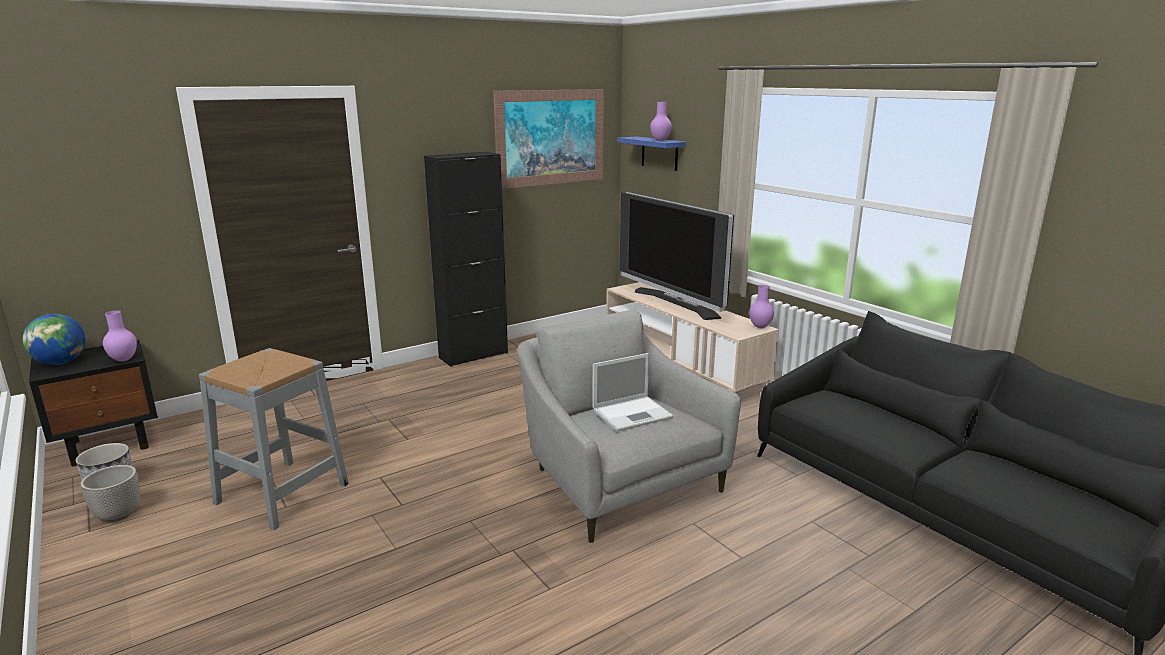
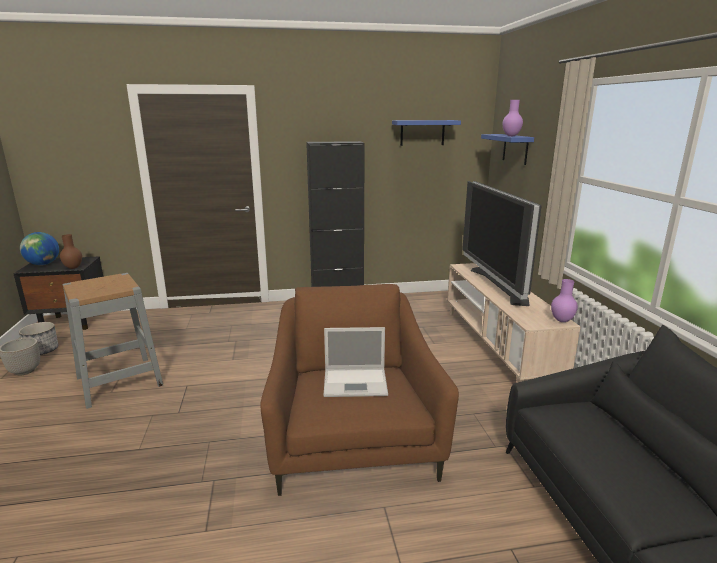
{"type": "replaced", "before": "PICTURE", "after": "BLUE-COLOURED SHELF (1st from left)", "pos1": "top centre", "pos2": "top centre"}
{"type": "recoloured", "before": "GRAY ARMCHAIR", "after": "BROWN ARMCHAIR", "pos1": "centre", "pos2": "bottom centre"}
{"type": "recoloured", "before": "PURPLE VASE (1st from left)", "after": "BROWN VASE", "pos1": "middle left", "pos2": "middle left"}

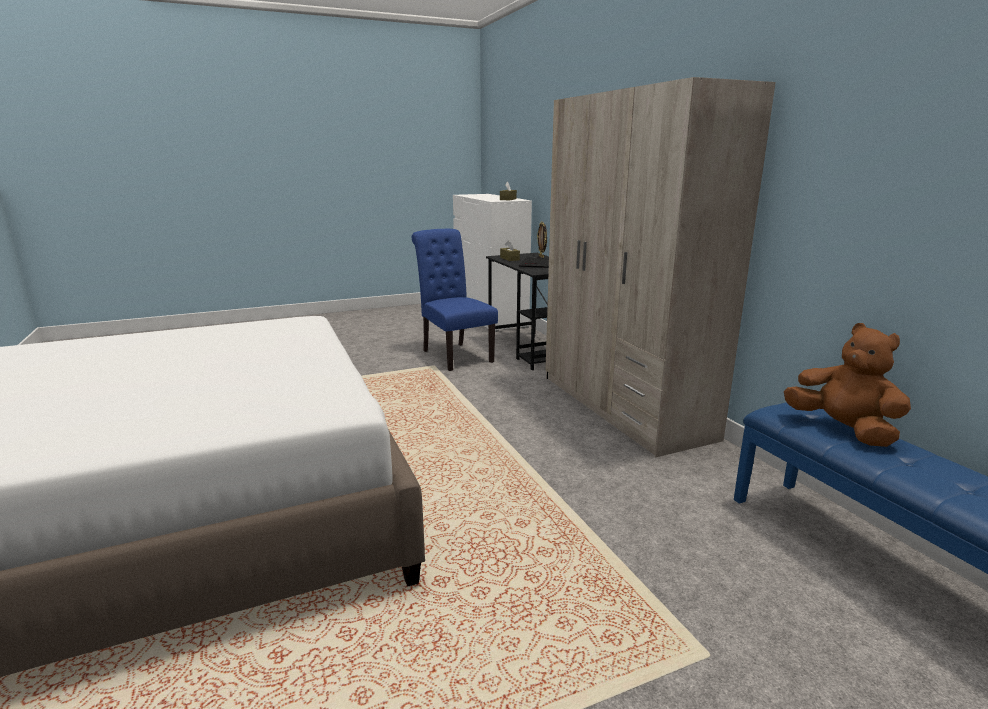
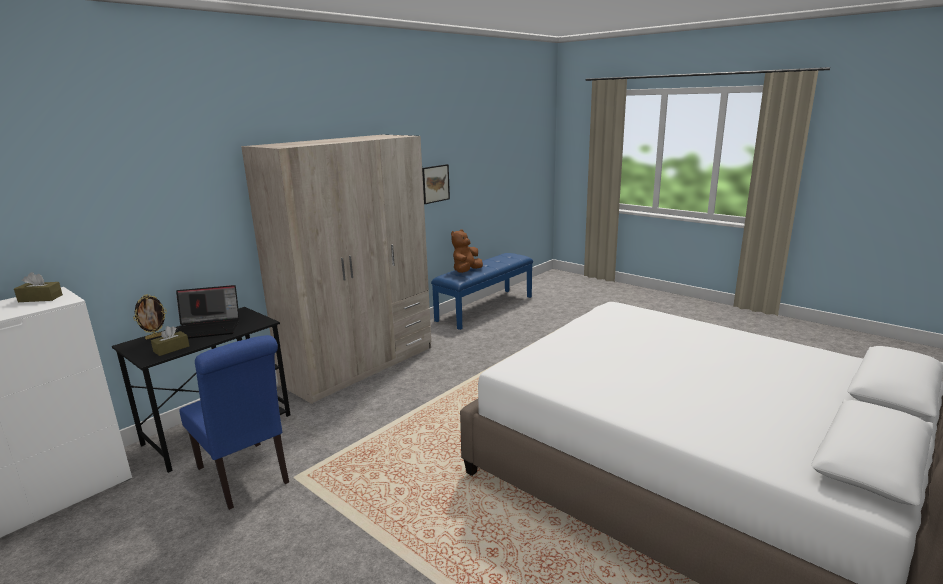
{"type": "turned", "before": "BLUE-COLOURED PLAIN CHAIR", "pos1": "centre", "pos2": "bottom left", "turn": -75}
{"type": "added", "after": "PICTURE", "pos2": "top centre"}

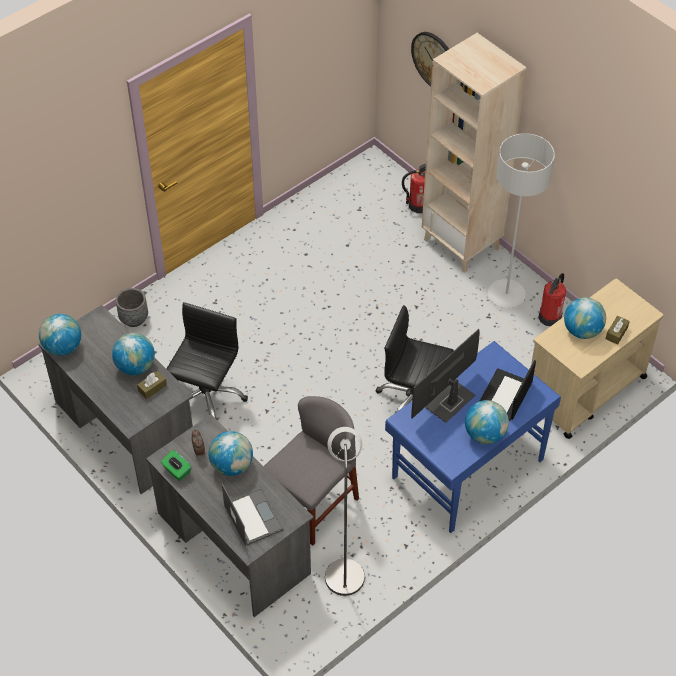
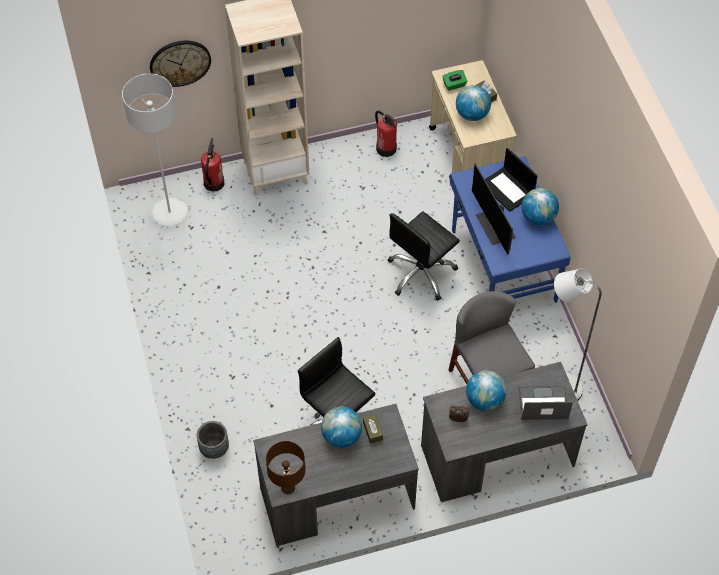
{"type": "moved", "before": "GRAY FLOOR LAMP (2nd from left in the first image)", "after": "GRAY FLOOR LAMP (1st from left)", "pos1": "top right", "pos2": "top left"}
{"type": "replaced", "before": "DESK GLOBE (1st from left)", "after": "BROWN LAMP FOR A TABLE", "pos1": "middle left", "pos2": "bottom centre"}
{"type": "moved", "before": "GREEN BOX OF TISSUES", "pos1": "bottom left", "pos2": "top centre"}

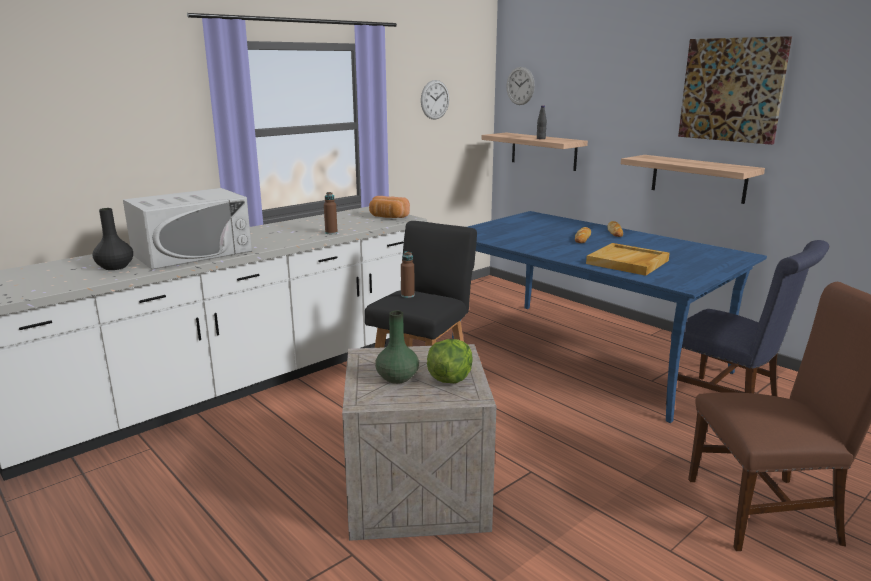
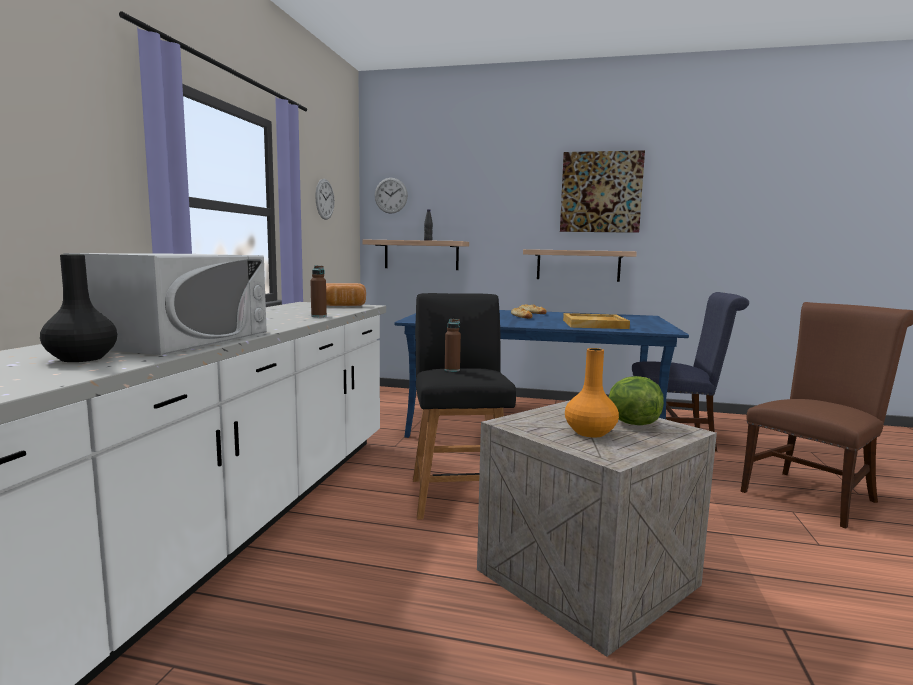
{"type": "recoloured", "before": "GREEN VASE", "after": "ORANGEY VASE", "pos1": "centre", "pos2": "centre"}

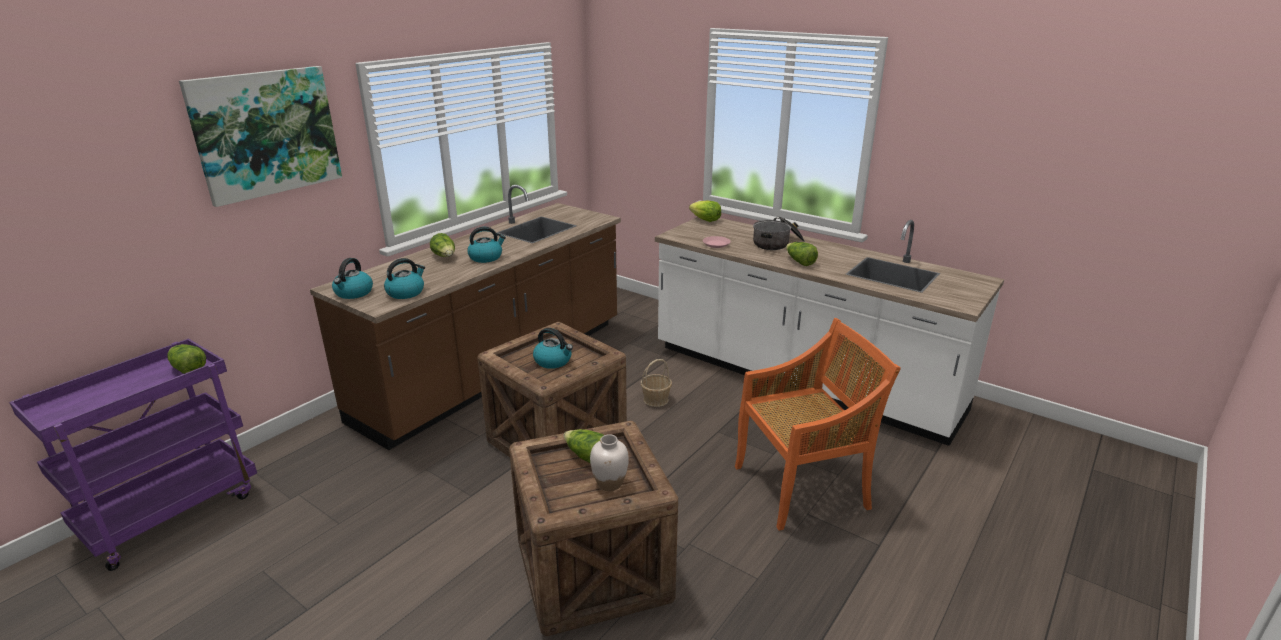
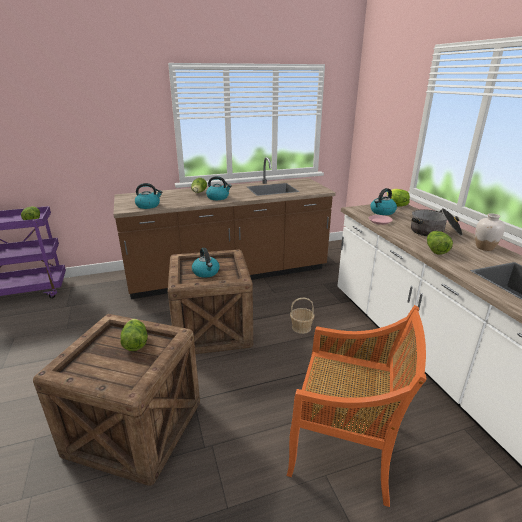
{"type": "removed", "before": "PICTURE", "pos1": "top left"}
{"type": "moved", "before": "WATER KETTLE (1st from left in the first image)", "after": "WATER KETTLE (4th from left)", "pos1": "middle left", "pos2": "middle right"}
{"type": "moved", "before": "WHITISH VASE", "pos1": "bottom centre", "pos2": "middle right"}

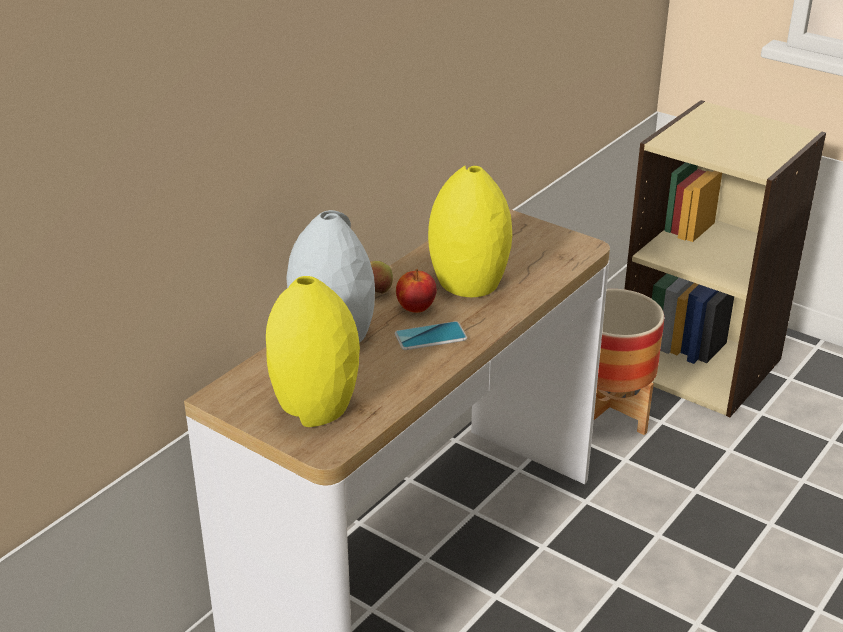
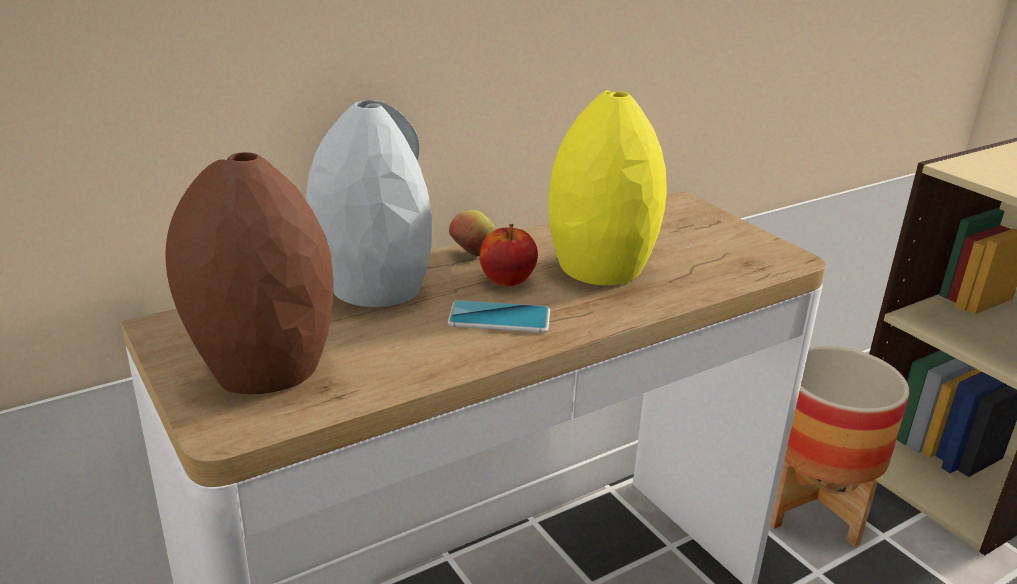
{"type": "recoloured", "before": "YELLOW-COLOURED VASE (1st from left)", "after": "BROWN VASE", "pos1": "centre", "pos2": "middle left"}

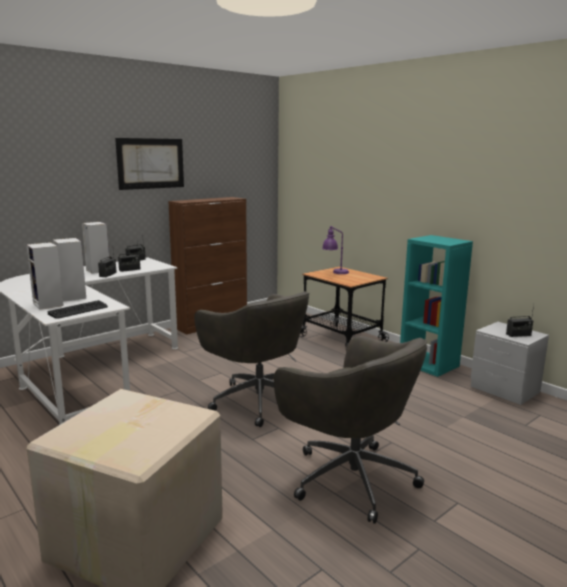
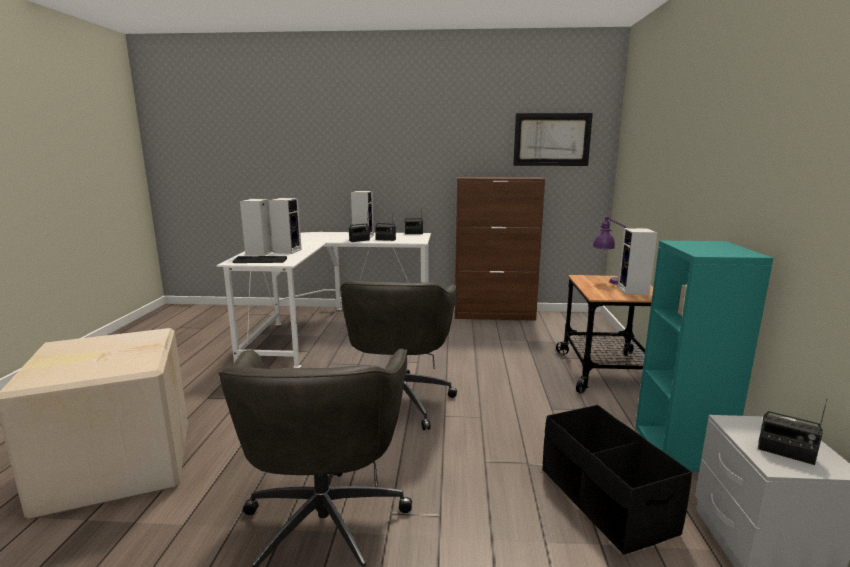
{"type": "moved", "before": "PICTURE", "pos1": "top left", "pos2": "top centre"}
{"type": "added", "after": "SPEAKER (4th from left)", "pos2": "middle right"}
{"type": "added", "after": "BLACKISH STORAGE BOX", "pos2": "bottom right"}

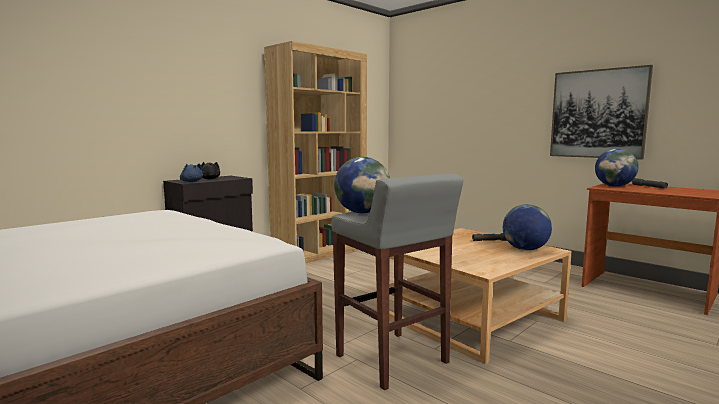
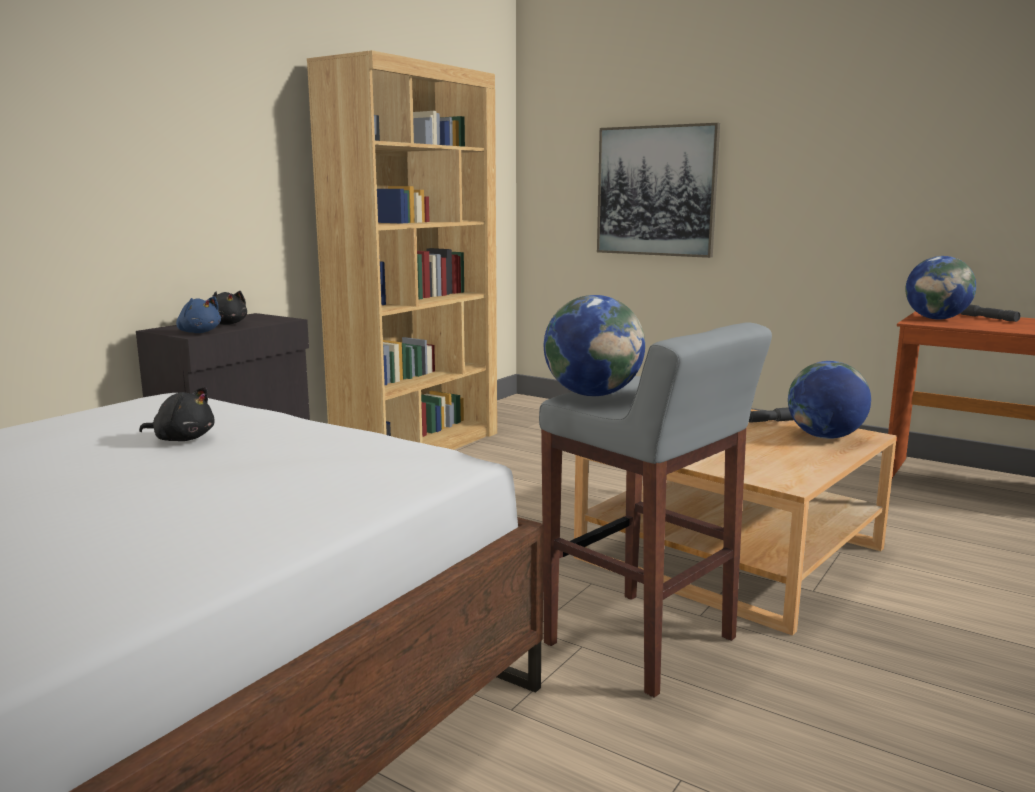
{"type": "moved", "before": "PICTURE", "pos1": "top right", "pos2": "top centre"}
{"type": "added", "after": "BLACKISH SOFT TOY (1st from left)", "pos2": "middle left"}

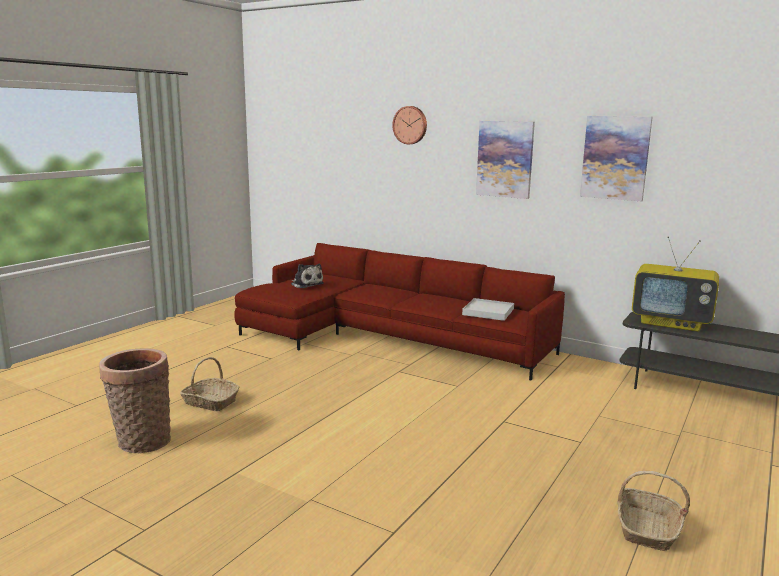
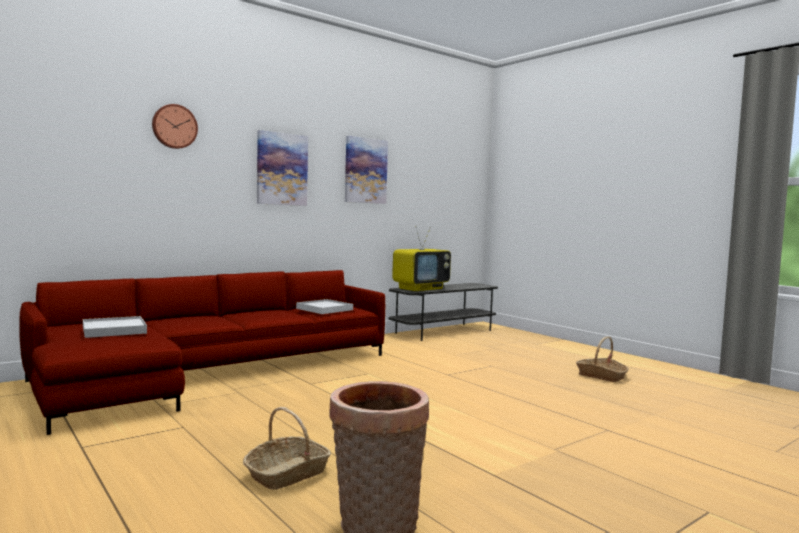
{"type": "replaced", "before": "SOFT TOY", "after": "WHITISH CARRYING TRAY (1st from left)", "pos1": "centre", "pos2": "middle left"}

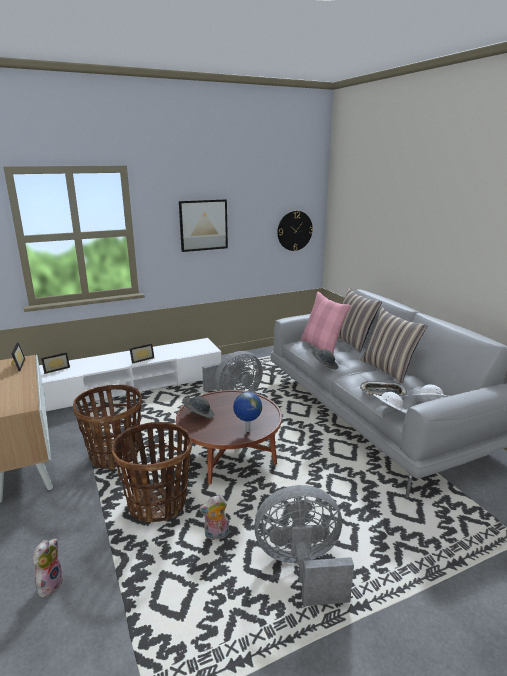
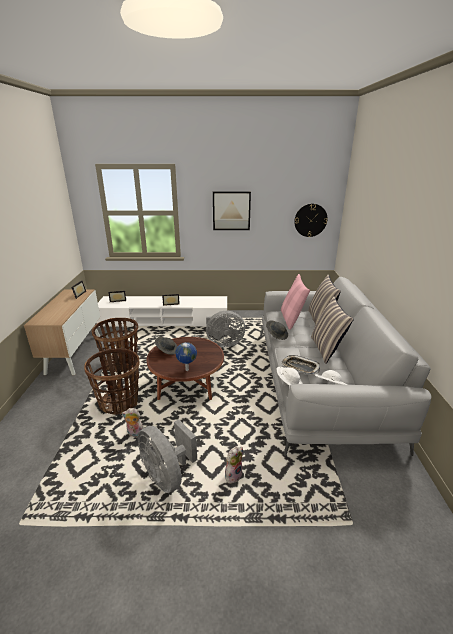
{"type": "turned", "before": "GRAY COOLING FAN (2nd from left in the first image)", "pos1": "bottom centre", "pos2": "bottom centre", "turn": -150}
{"type": "moved", "before": "SOFT TOY (1st from left in the first image)", "after": "SOFT TOY (2nd from left)", "pos1": "bottom left", "pos2": "bottom centre"}

